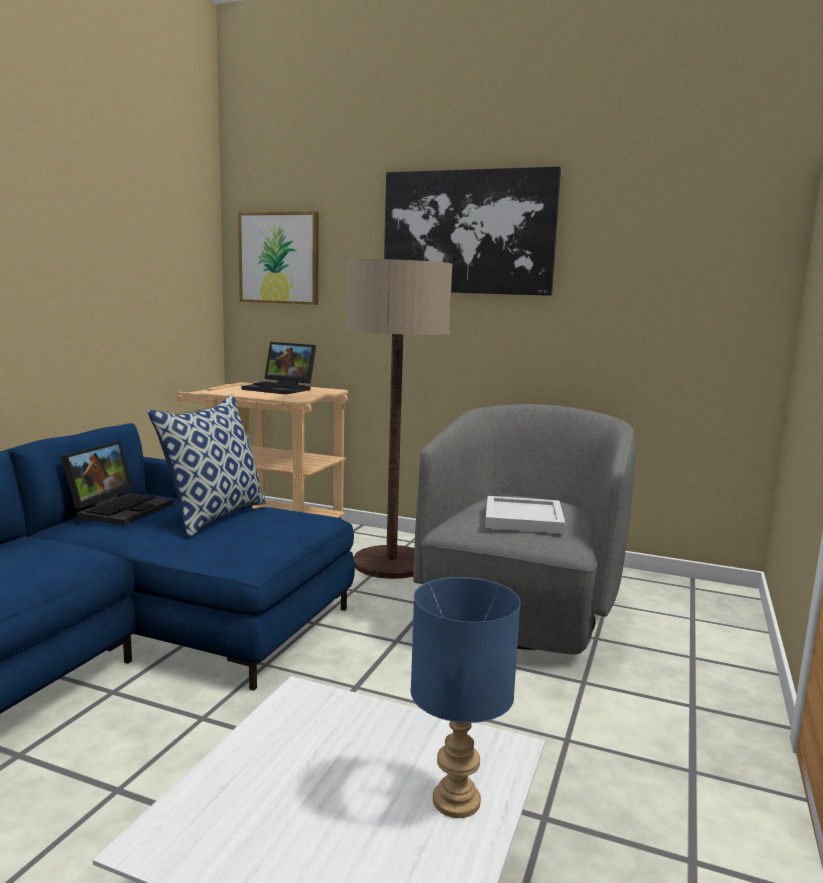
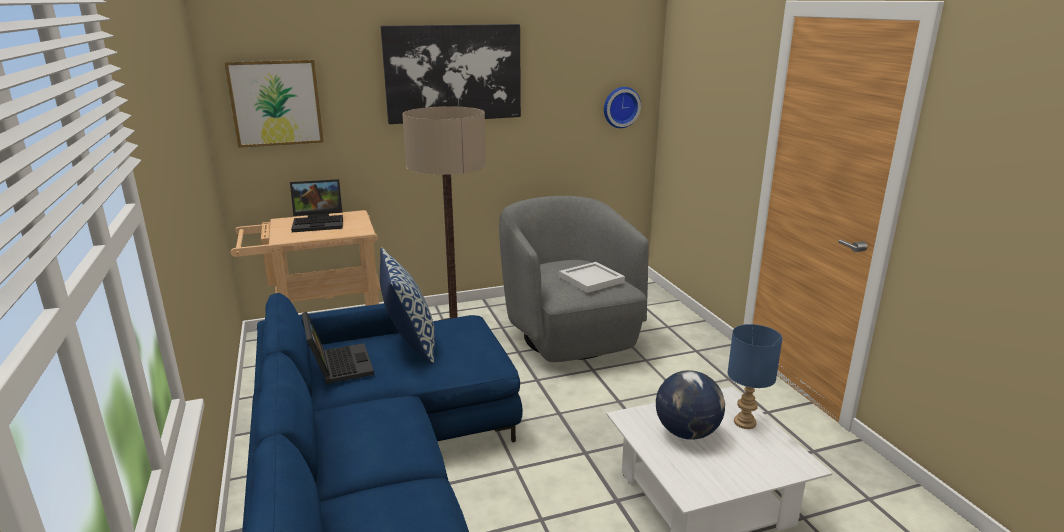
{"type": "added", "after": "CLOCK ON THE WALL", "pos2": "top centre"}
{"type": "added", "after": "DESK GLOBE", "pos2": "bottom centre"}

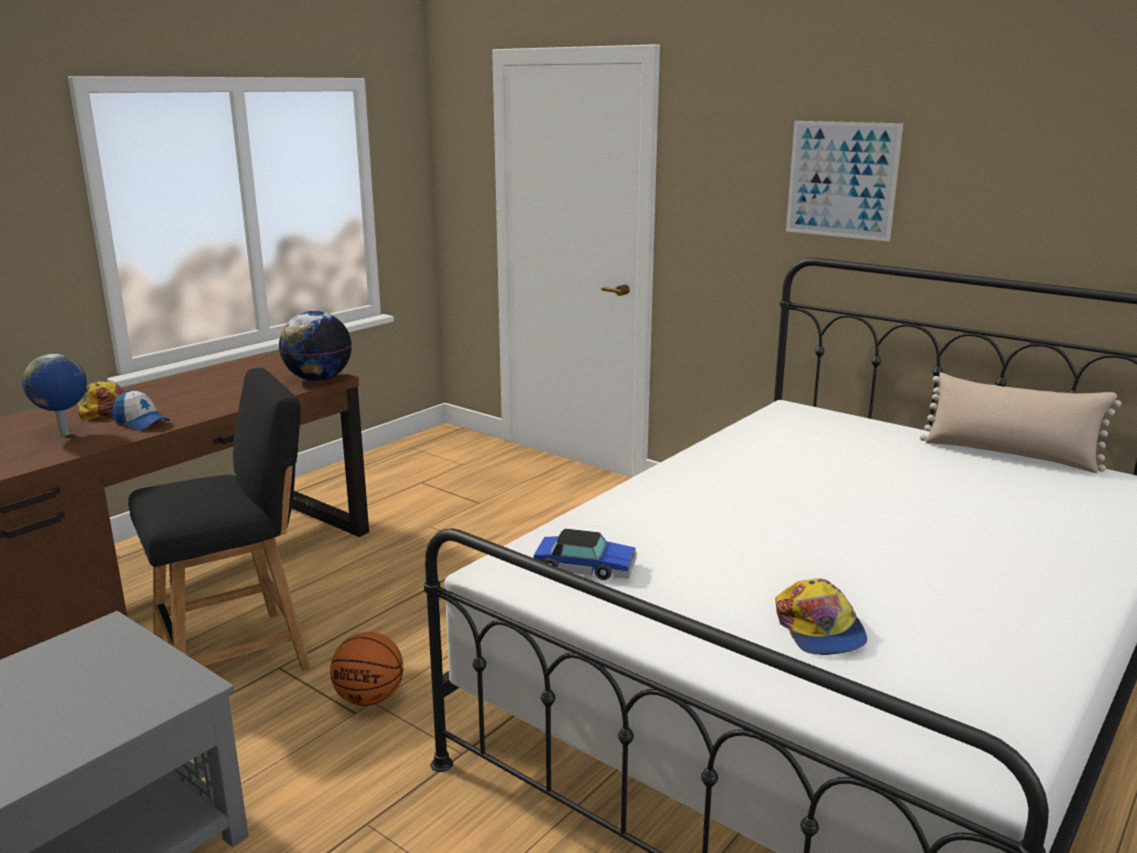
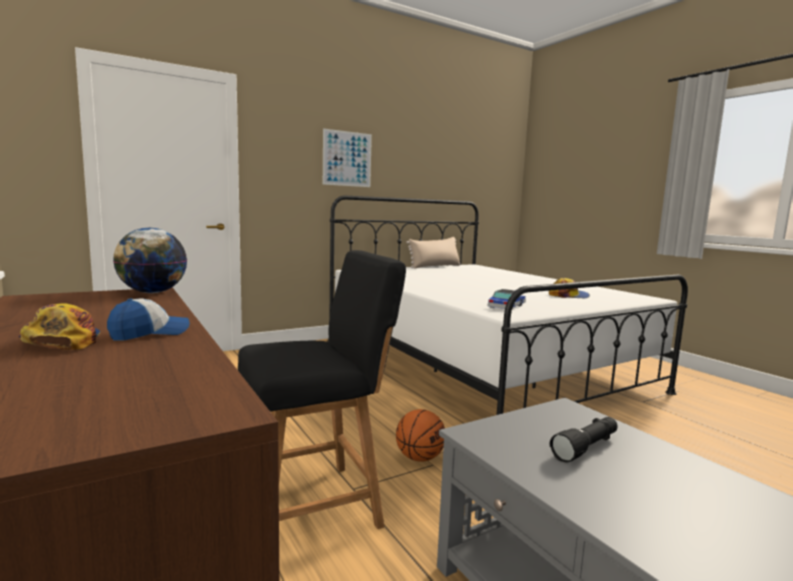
{"type": "removed", "before": "DESK GLOBE (1st from left)", "pos1": "middle left"}
{"type": "turned", "before": "BLACKISH PLAIN CHAIR", "pos1": "middle left", "pos2": "bottom centre", "turn": 75}
{"type": "added", "after": "BLACKISH TORCH", "pos2": "bottom right"}

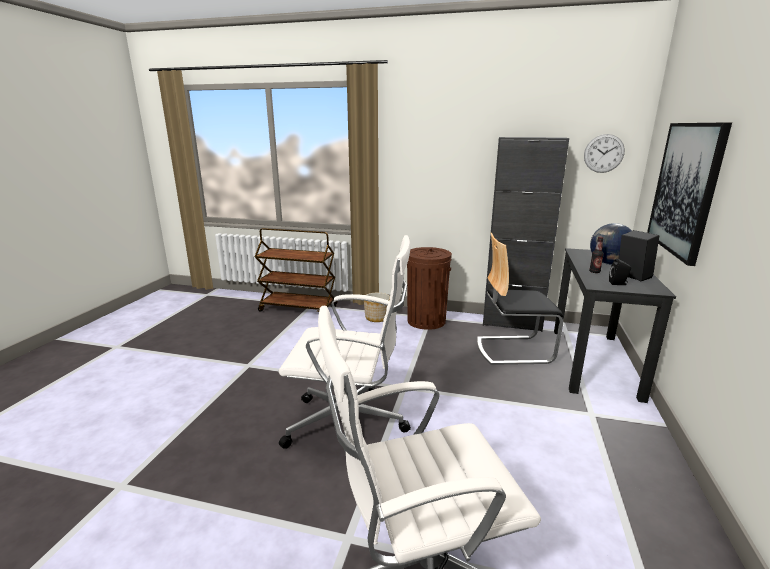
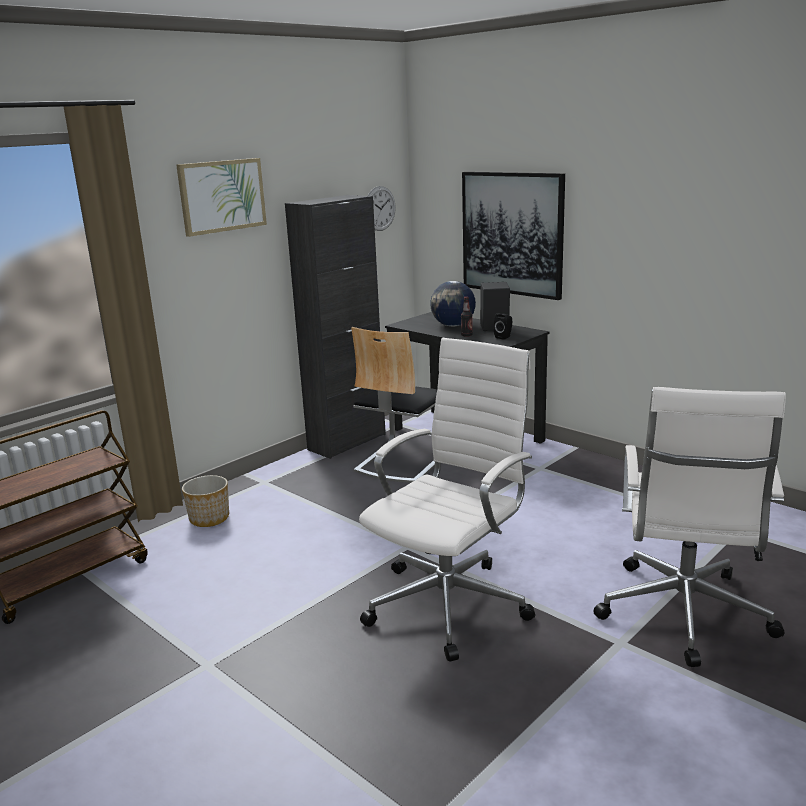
{"type": "removed", "before": "BROWN TRASH CAN", "pos1": "centre"}
{"type": "added", "after": "PICTURE (1st from left)", "pos2": "top left"}

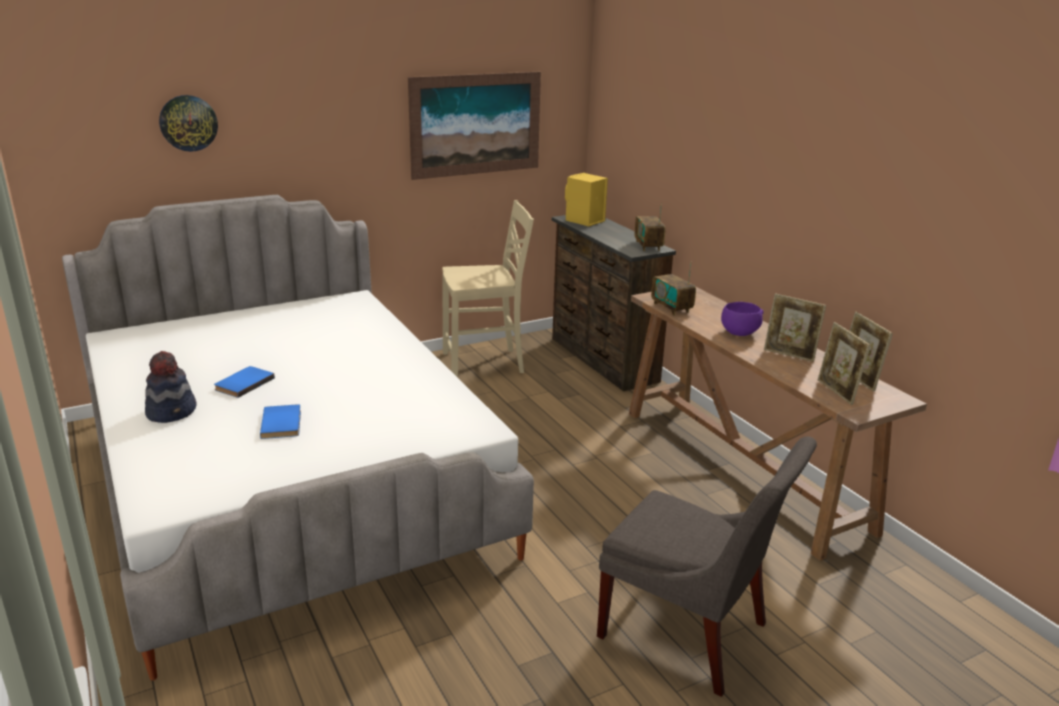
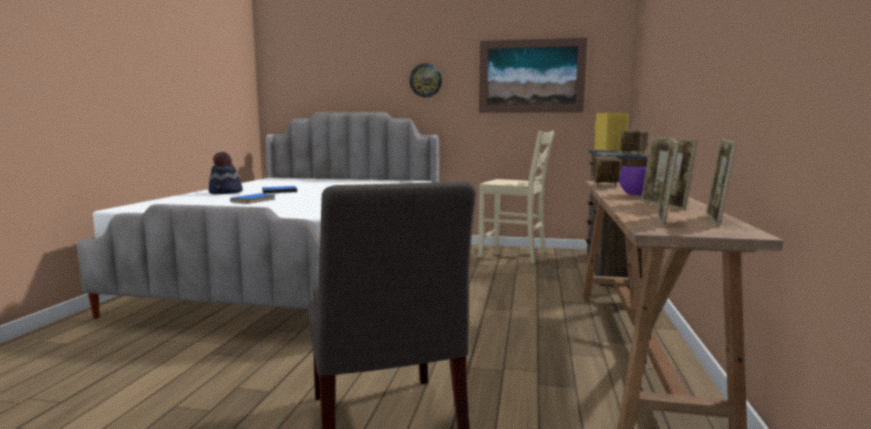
{"type": "moved", "before": "CLOCK ON THE WALL", "pos1": "top left", "pos2": "top centre"}

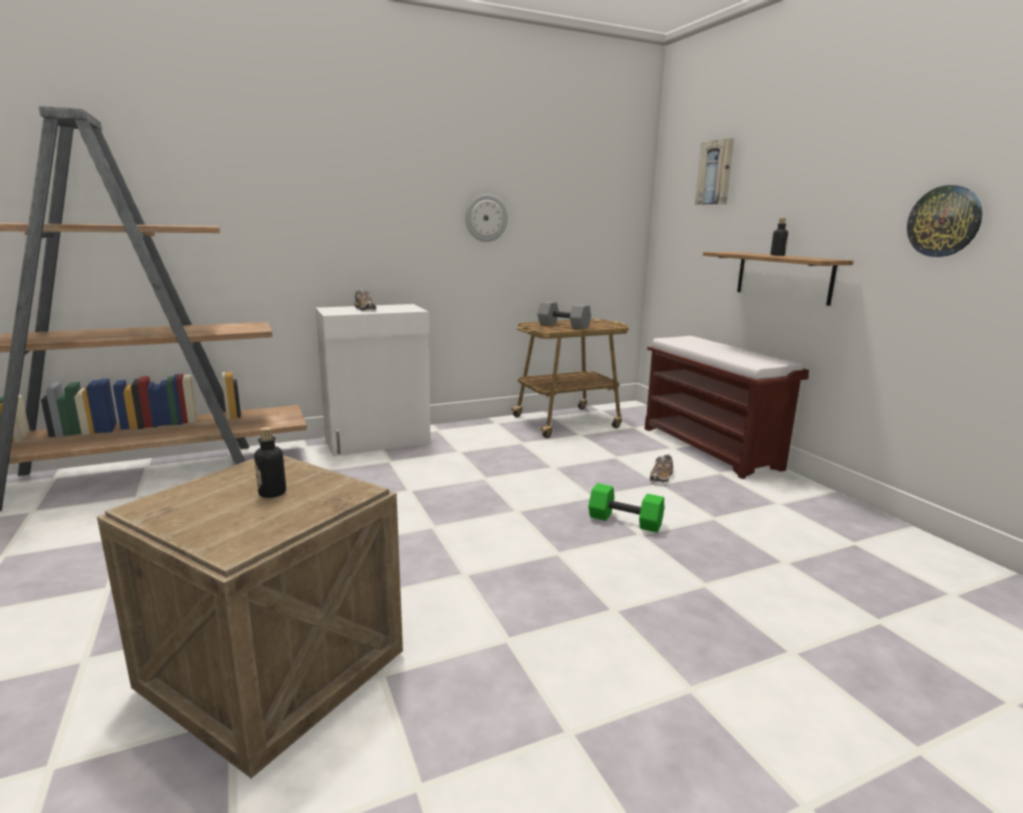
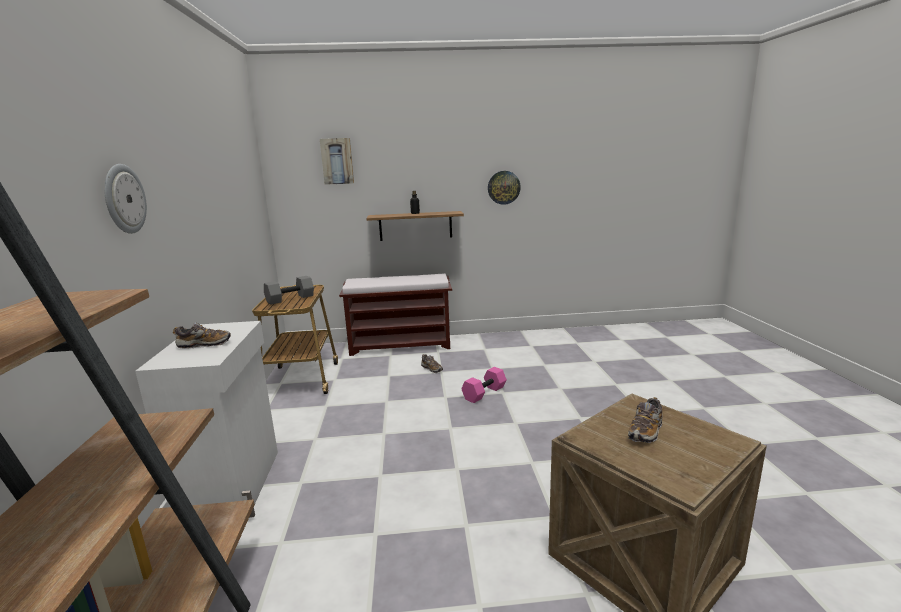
{"type": "moved", "before": "CLOCK ON THE WALL (1st from left)", "pos1": "top centre", "pos2": "top left"}
{"type": "replaced", "before": "BOTTLE (1st from left)", "after": "LOW SHOE (3rd from left)", "pos1": "middle left", "pos2": "bottom right"}
{"type": "recoloured", "before": "GREEN DUMBBELL", "after": "PINKISH DUMBBELL", "pos1": "centre", "pos2": "centre"}

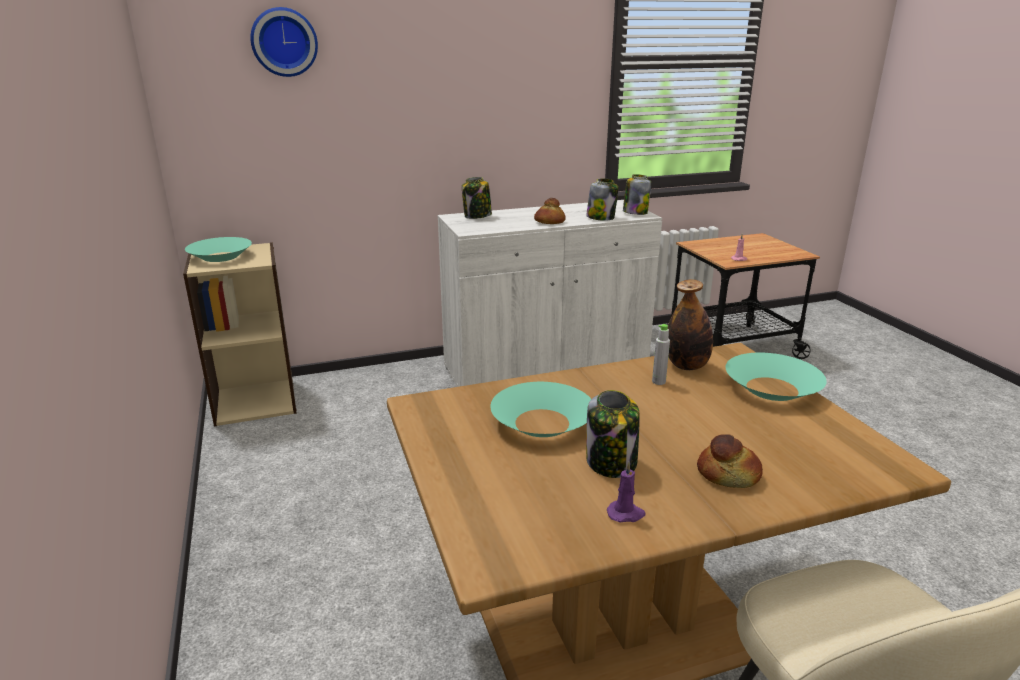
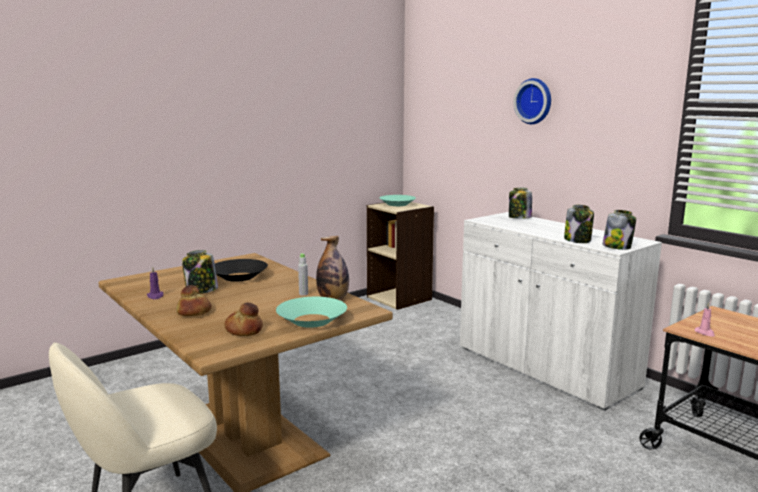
{"type": "moved", "before": "CLOCK ON THE WALL", "pos1": "top left", "pos2": "top right"}
{"type": "moved", "before": "BAKERY BREAD (1st from left in the first image)", "after": "BAKERY BREAD (2nd from left)", "pos1": "top centre", "pos2": "middle left"}
{"type": "recoloured", "before": "TURQUOISE SERVING BOWL (2nd from left)", "after": "BLACKISH SERVING BOWL", "pos1": "centre", "pos2": "middle left"}

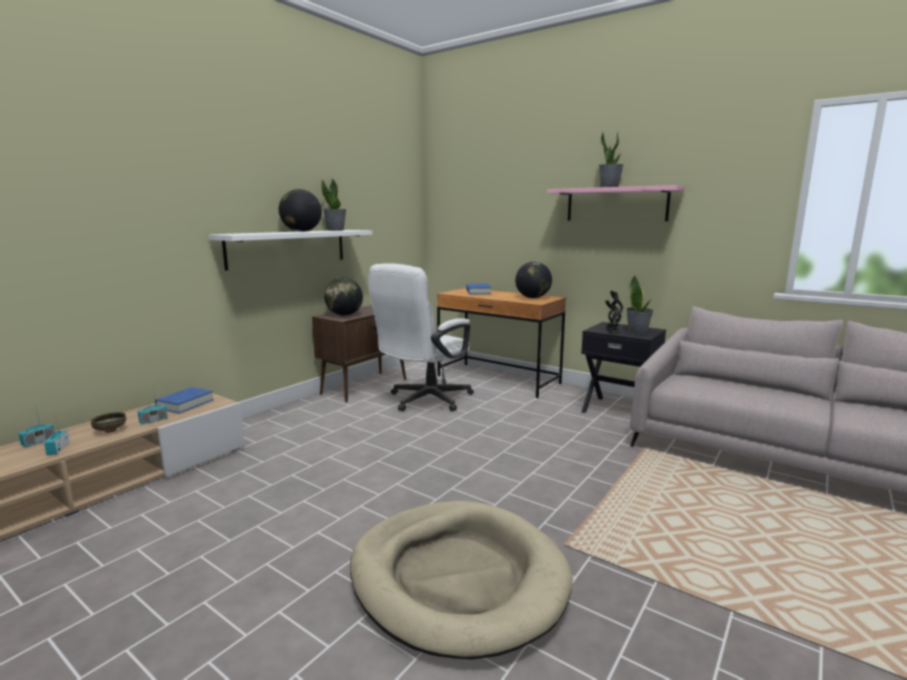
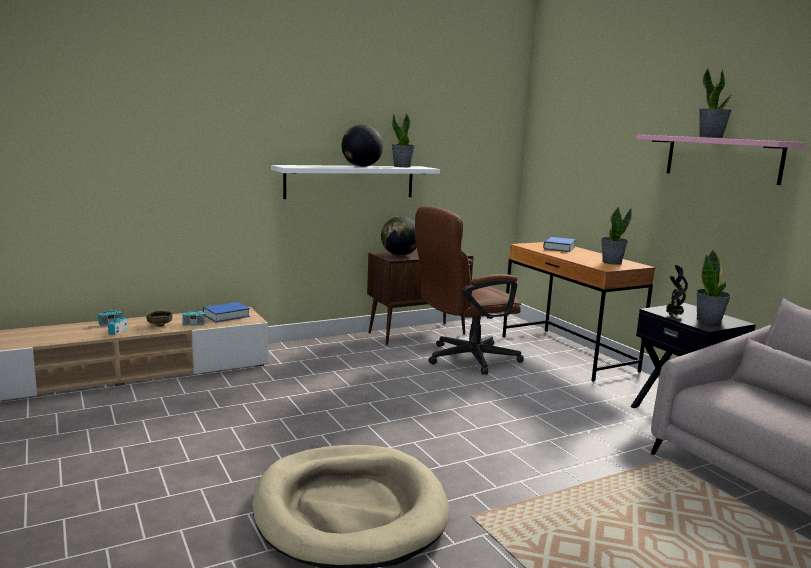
{"type": "replaced", "before": "DESK GLOBE (3rd from left)", "after": "HOUSEPLANT (2nd from left)", "pos1": "centre", "pos2": "middle right"}
{"type": "recoloured", "before": "WHITISH COMPUTER CHAIR", "after": "BROWN COMPUTER CHAIR", "pos1": "centre", "pos2": "centre"}

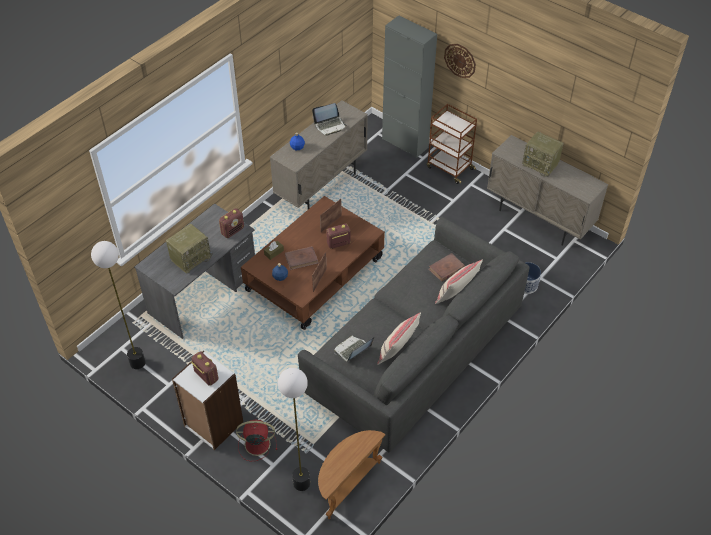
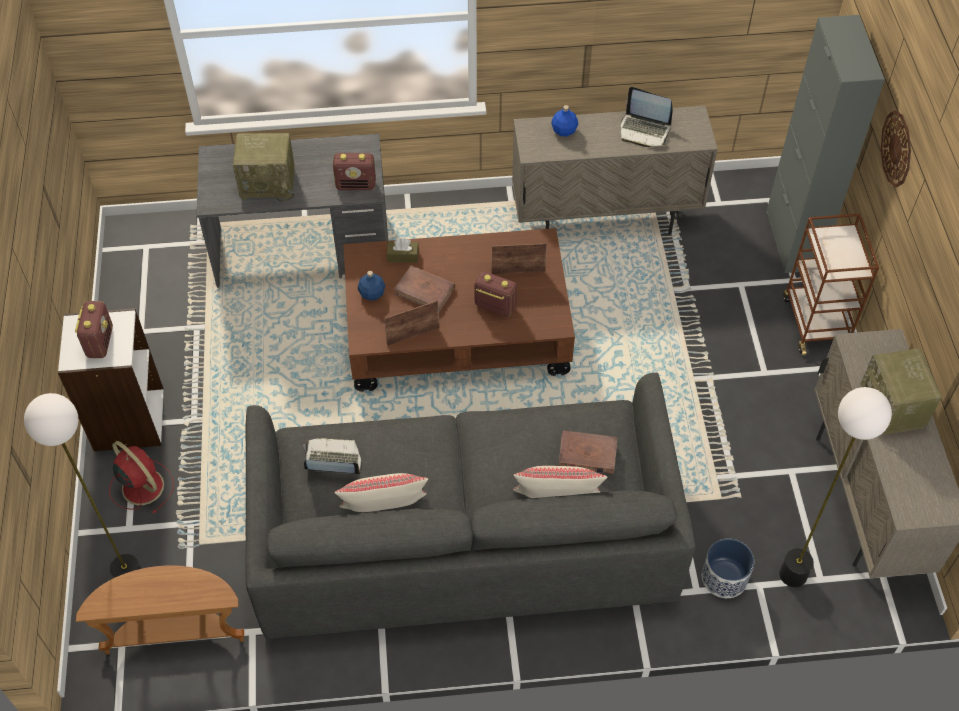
{"type": "moved", "before": "FLOOR LAMP (1st from left in the first image)", "after": "FLOOR LAMP (2nd from left)", "pos1": "middle left", "pos2": "bottom right"}

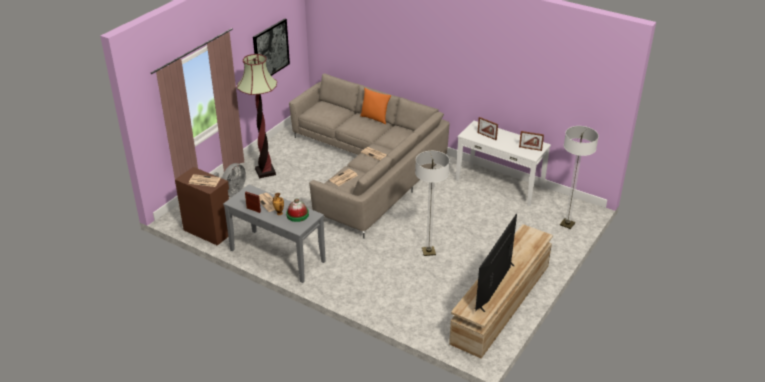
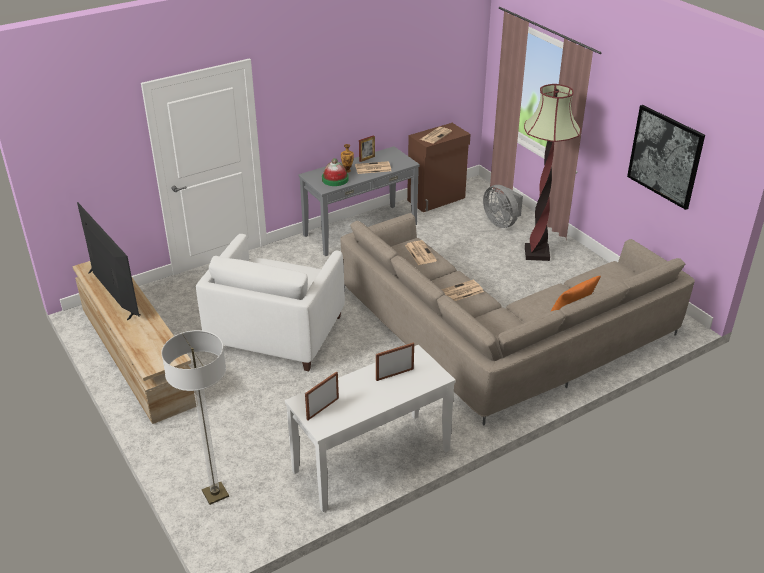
{"type": "replaced", "before": "FLOOR LAMP (2nd from left)", "after": "WHITISH ARMCHAIR", "pos1": "centre", "pos2": "centre"}

